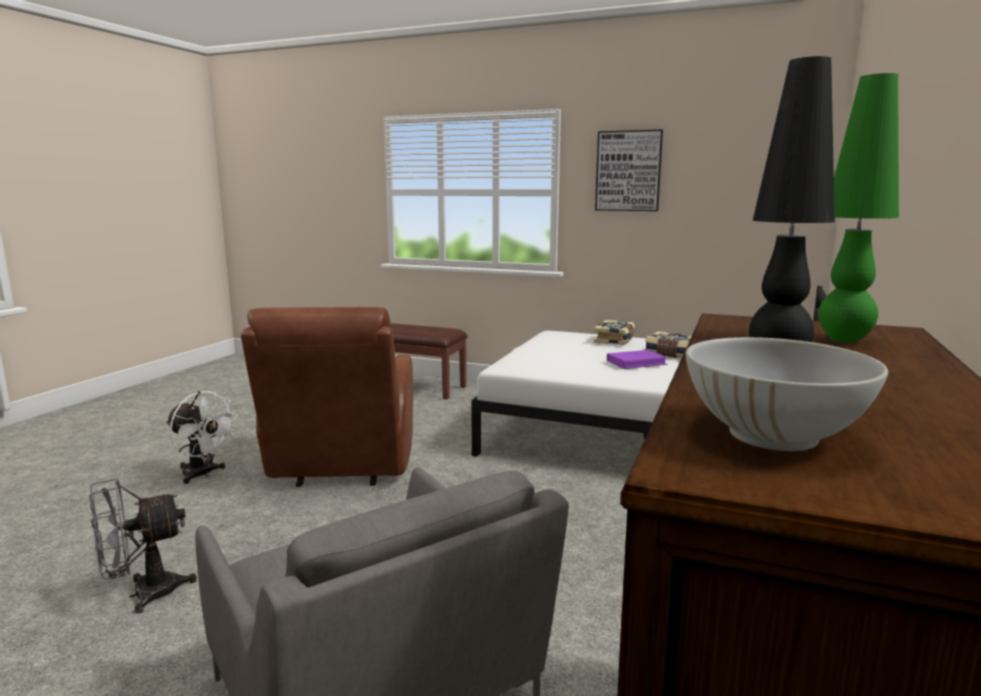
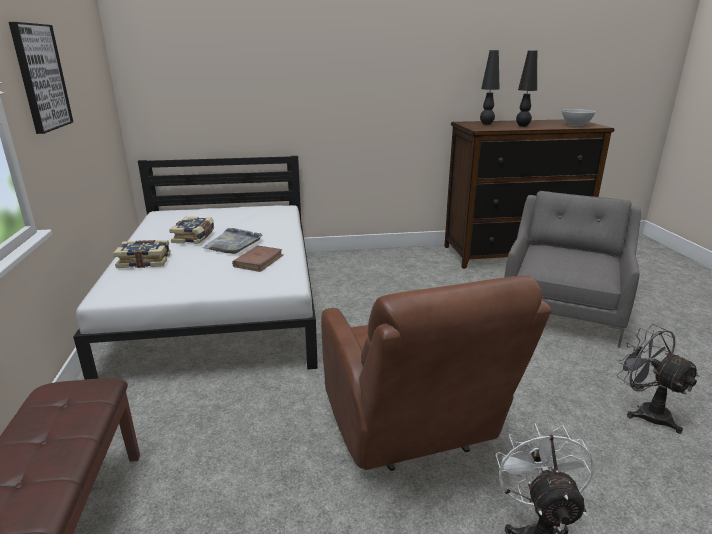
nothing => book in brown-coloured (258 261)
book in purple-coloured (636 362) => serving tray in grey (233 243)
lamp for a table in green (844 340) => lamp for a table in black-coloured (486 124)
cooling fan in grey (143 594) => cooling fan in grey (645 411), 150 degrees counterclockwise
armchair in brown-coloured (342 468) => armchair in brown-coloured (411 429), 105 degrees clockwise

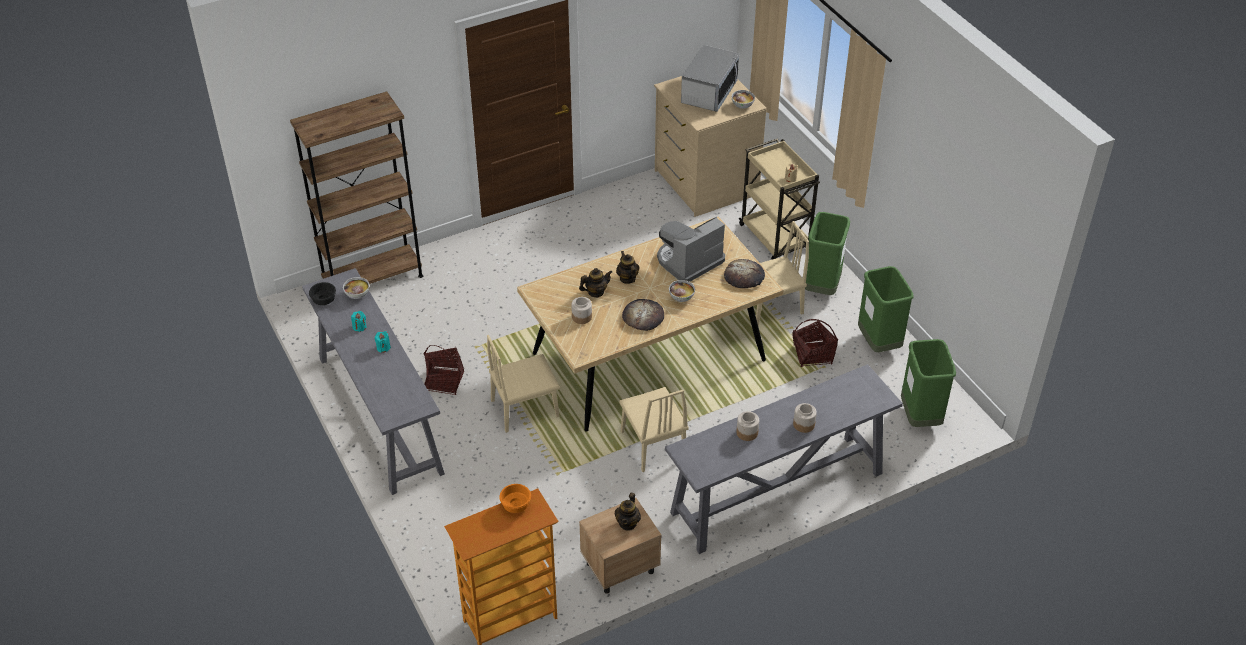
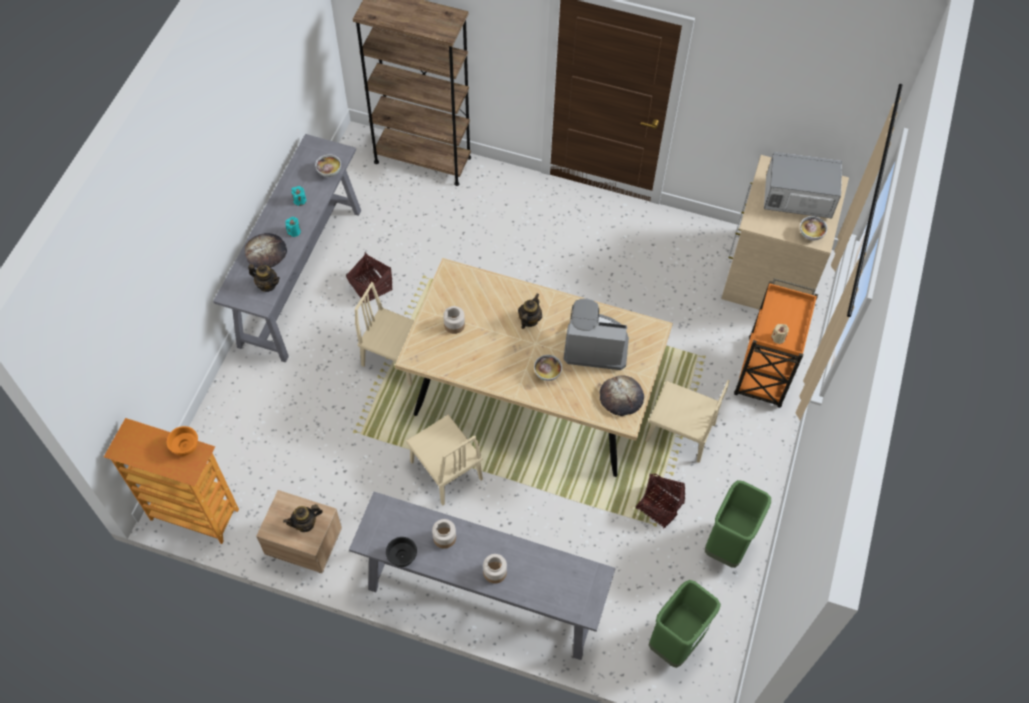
waste bin in green (822 287) => nothing
deep dish in black-coloured (324 300) => deep dish in black-coloured (402 557), shifted
tea pot (596 292) => tea pot (267 285), shifted
bakery bread (643 316) => bakery bread (266 252), shifted
cart in beige-coloured (775 238) => cart in orange (764 374)
upright chair in beige-coloured (653 444) => upright chair in beige-coloured (446 470), 60 degrees counterclockwise
kitchen microwave (708 93) => kitchen microwave (797 198), 150 degrees counterclockwise

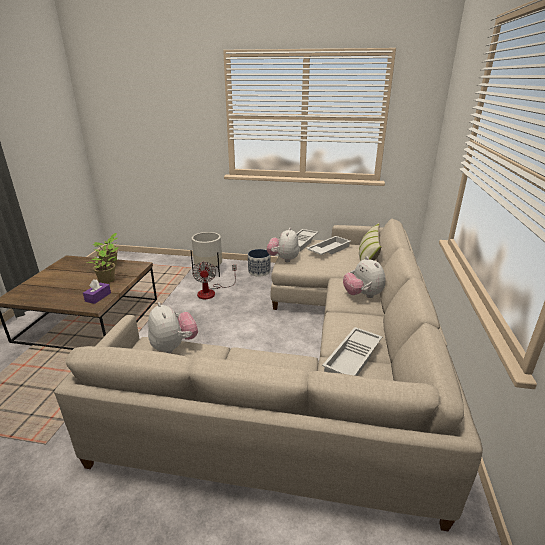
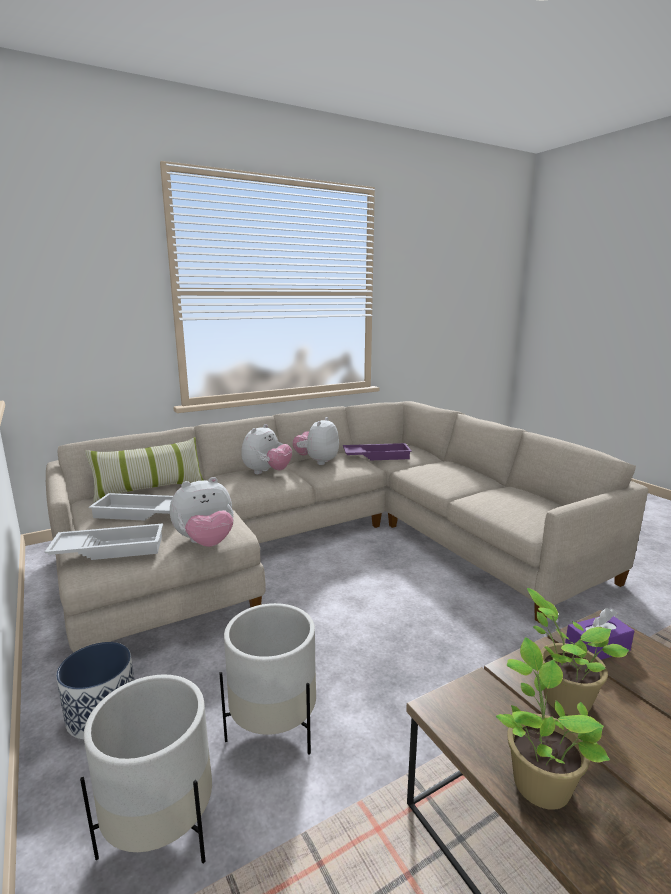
cuddly toy (174 346) => cuddly toy (317 461), shifted
cooling fan (211 292) => plant pot in white (274 727)
serving tray in white (353 359) => serving tray in purple-coloured (376 456)

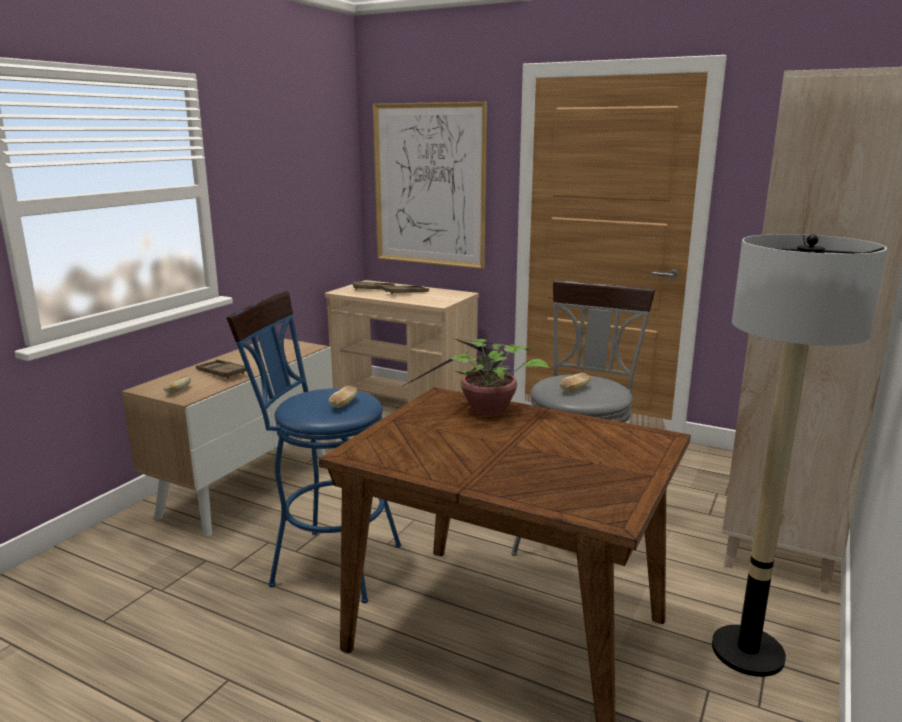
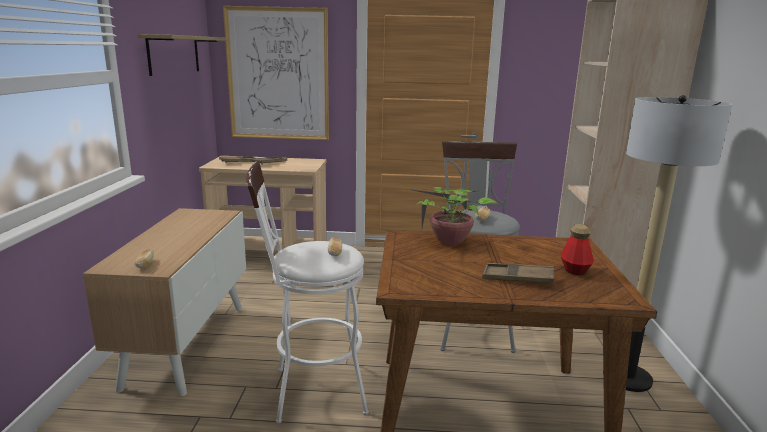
nothing => shelf (174 54)
nothing => bottle (575 270)
serving tray in brown-coloured (222 373) => serving tray in brown-coloured (517 278), shifted
stool in blue (326 563) => stool in white (310 391)

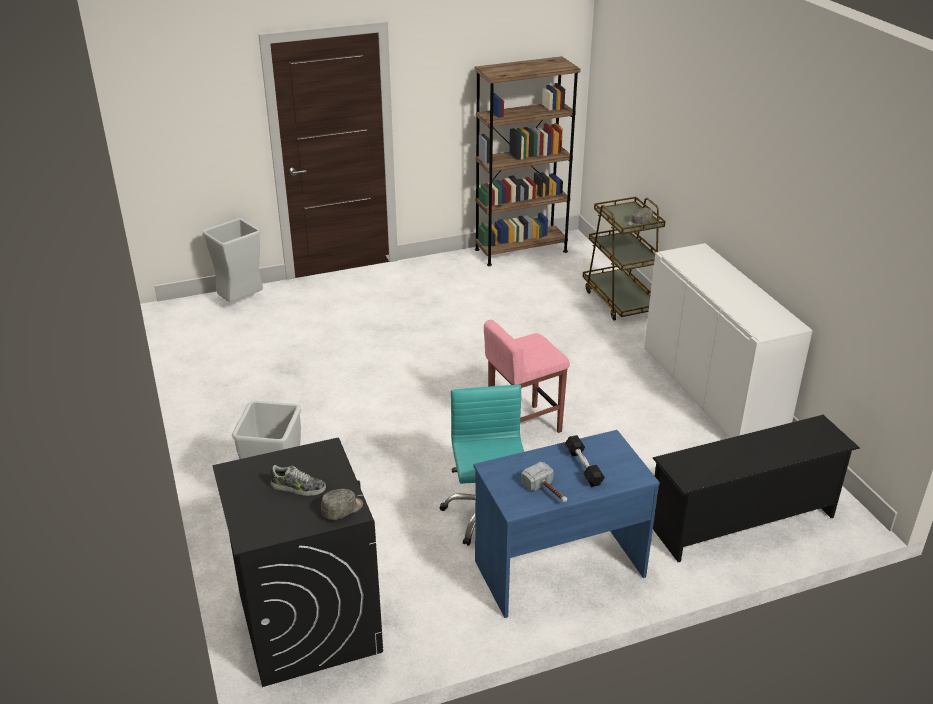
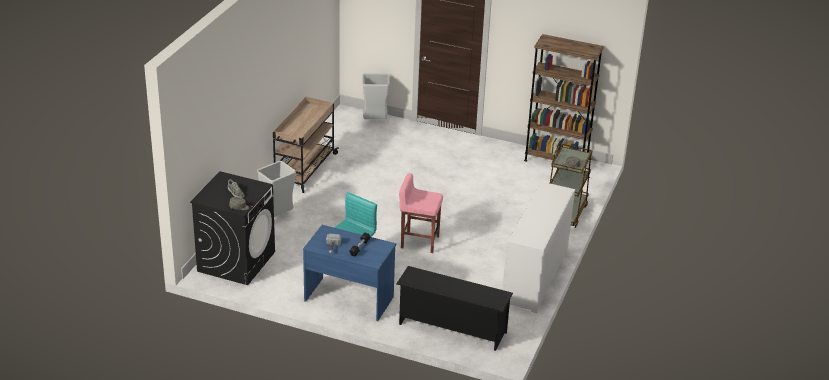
nothing => cart in beige-coloured (304 170)

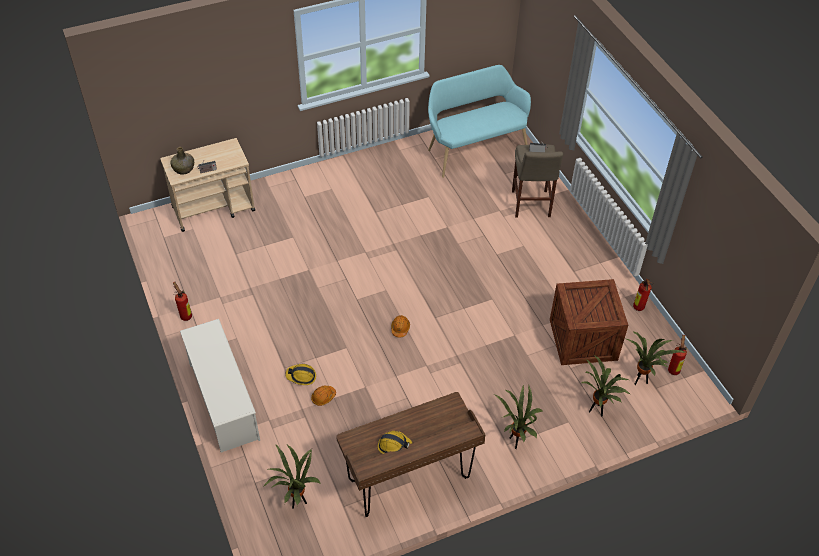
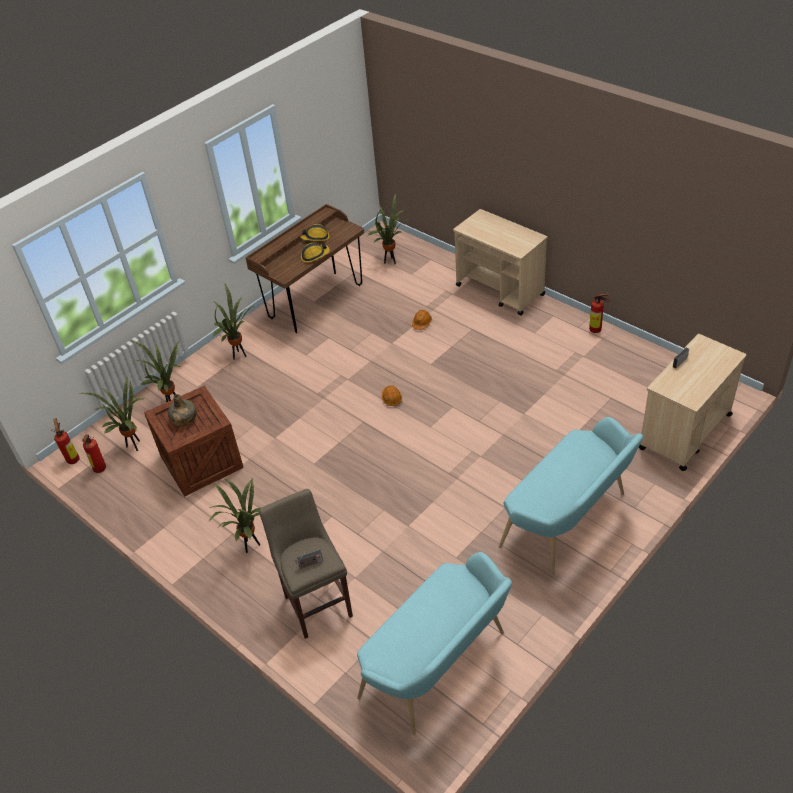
nothing => houseplant (250 546)
nothing => indoor bench in turquoise-coloured (569 522)
bottle in green (184 169) => bottle in green (184 419), shifted
safety helmet (301 376) => safety helmet (314 255), shifted
fire extinguisher (638 308) => fire extinguisher (73 458), shifted
shoe stand in white (223 401) => cart in beige-coloured (500 290)

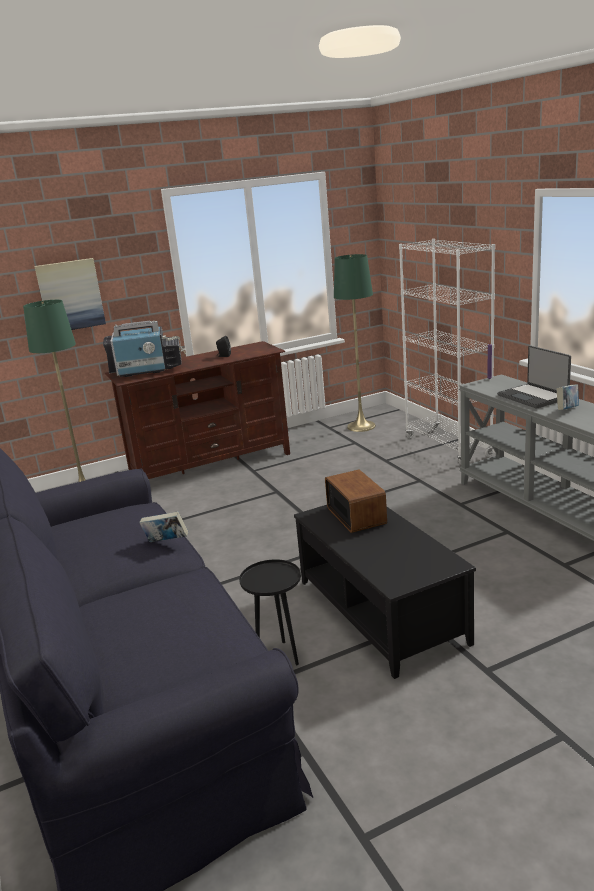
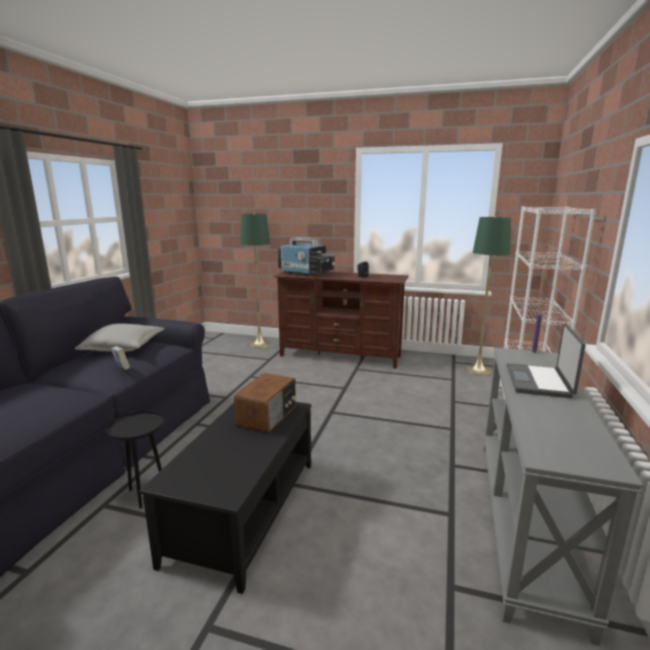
picture (70 295) => nothing
book (567 410) => nothing
nothing => throw pillow in grey (123 347)

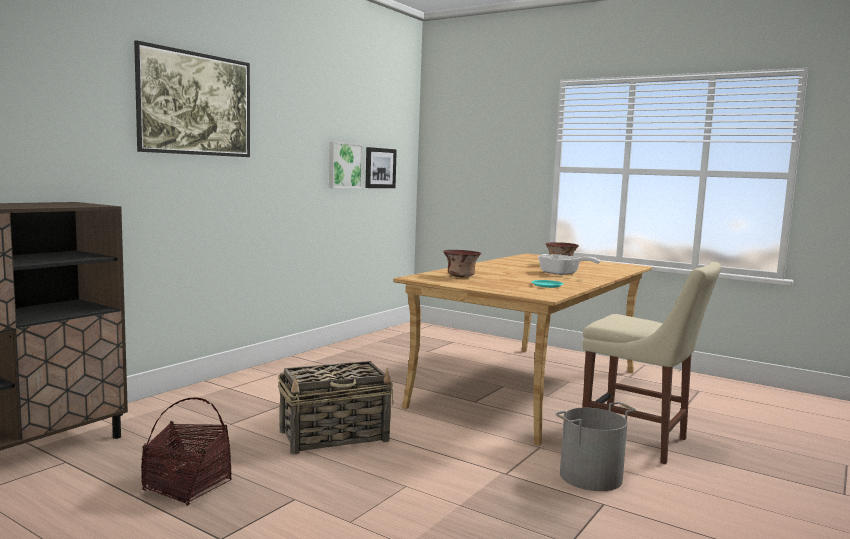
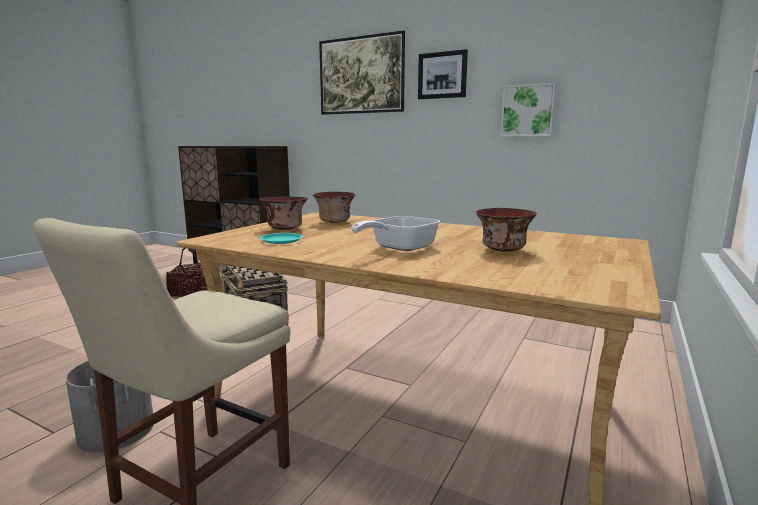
nothing => deep dish (284 229)
picture (380 168) => picture (442 75), shifted

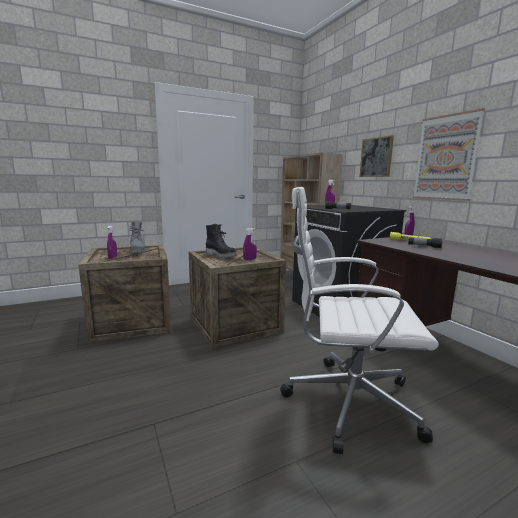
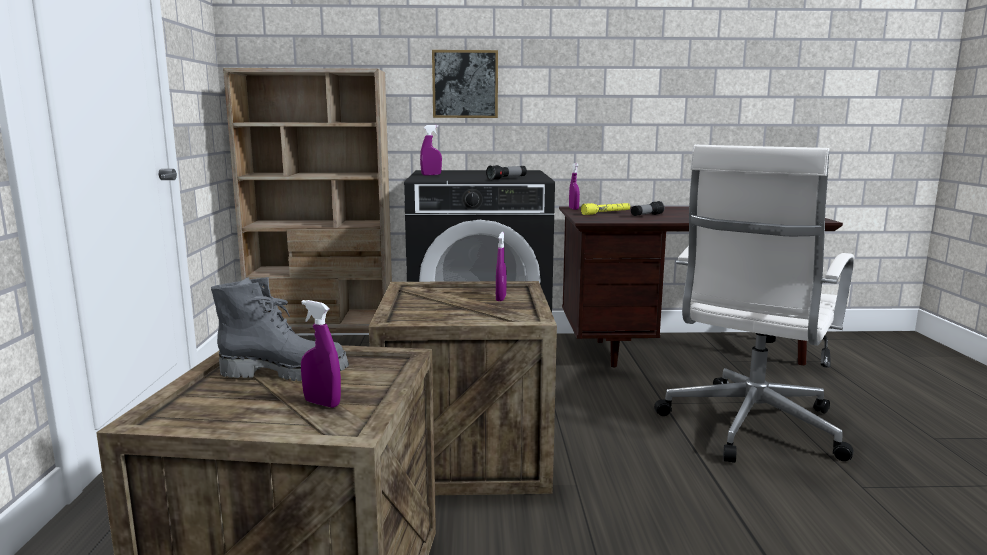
high-top boot in black-coloured (221 255) => nothing
picture (446 158) => nothing

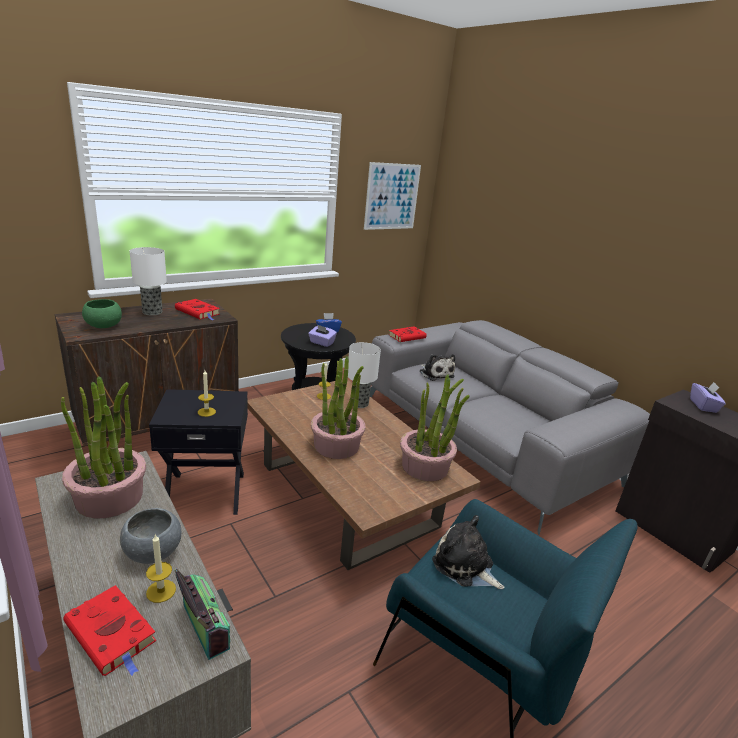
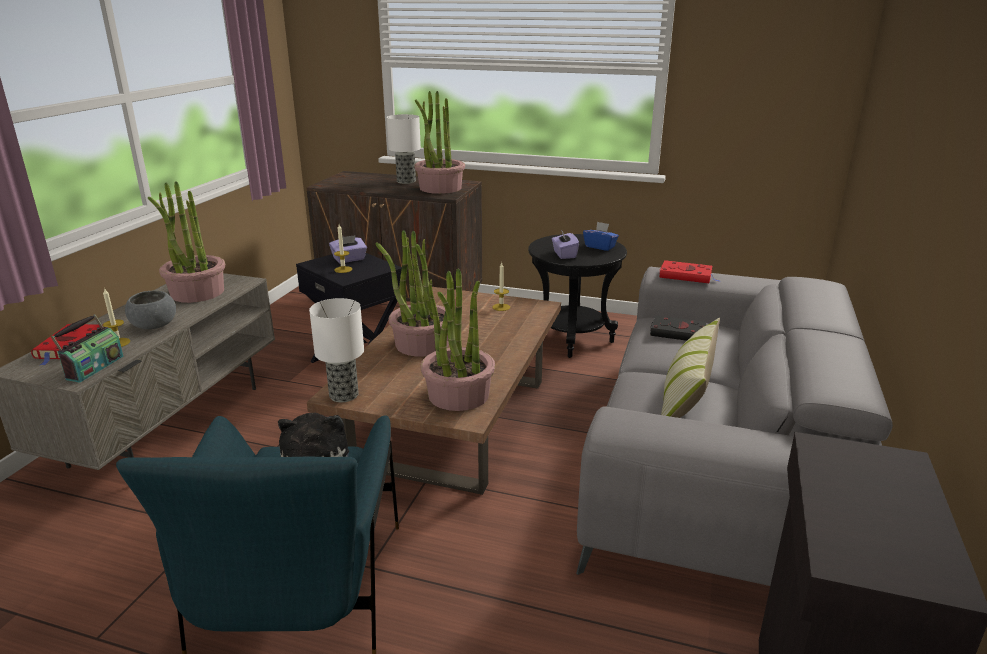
deep dish in green (103 326) => nothing
picture (392 196) => nothing
nothing => throw pillow (685 396)
lamp for a table (359 403) => lamp for a table (344 394), shifted
tissue box in purple-coloured (703 406) => tissue box in purple-coloured (349 259), shifted
book in reddish (198 312) => houseplant (440 188)
cuddly toy (435 373) => book in black-coloured (680 333)

